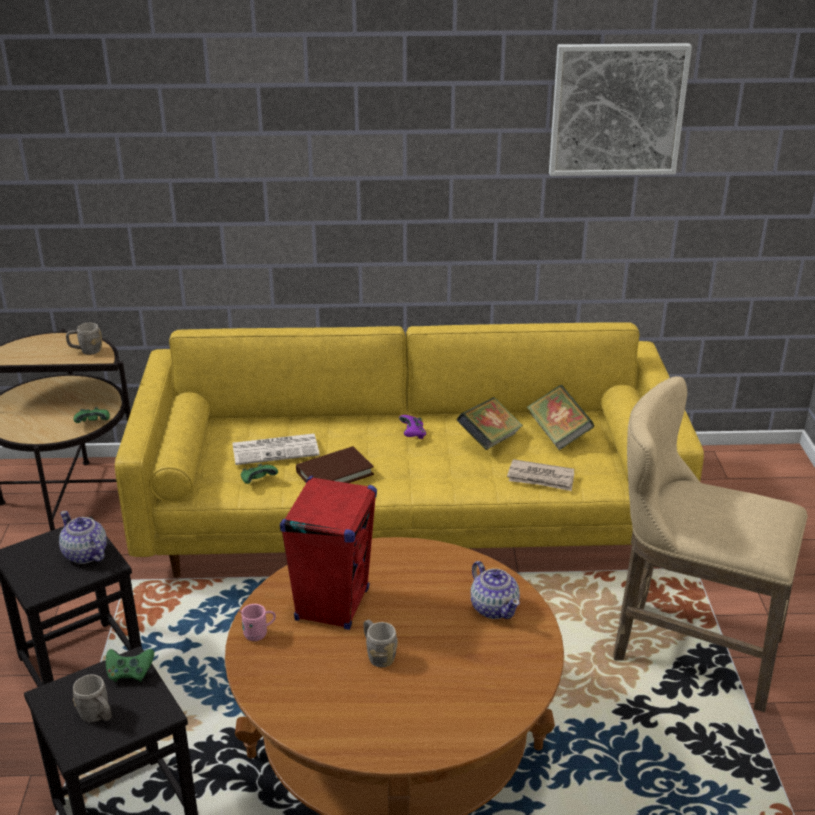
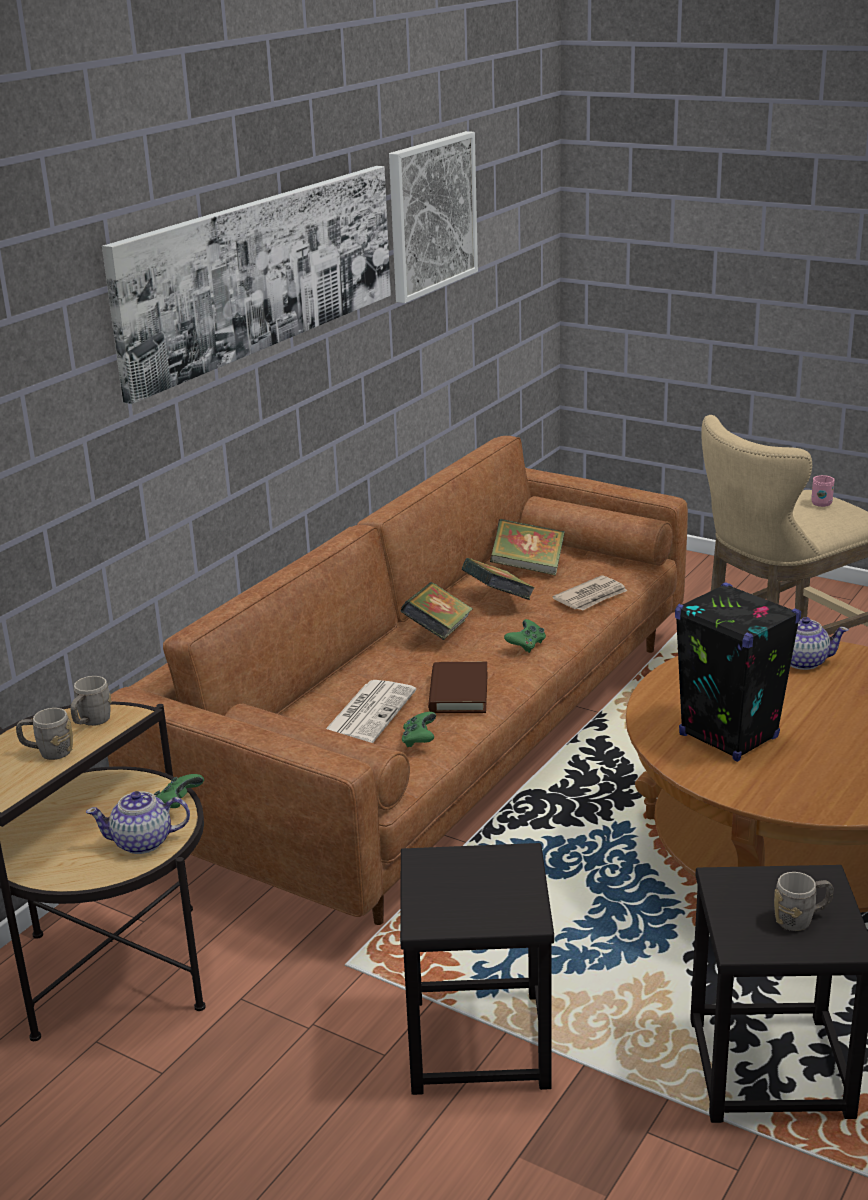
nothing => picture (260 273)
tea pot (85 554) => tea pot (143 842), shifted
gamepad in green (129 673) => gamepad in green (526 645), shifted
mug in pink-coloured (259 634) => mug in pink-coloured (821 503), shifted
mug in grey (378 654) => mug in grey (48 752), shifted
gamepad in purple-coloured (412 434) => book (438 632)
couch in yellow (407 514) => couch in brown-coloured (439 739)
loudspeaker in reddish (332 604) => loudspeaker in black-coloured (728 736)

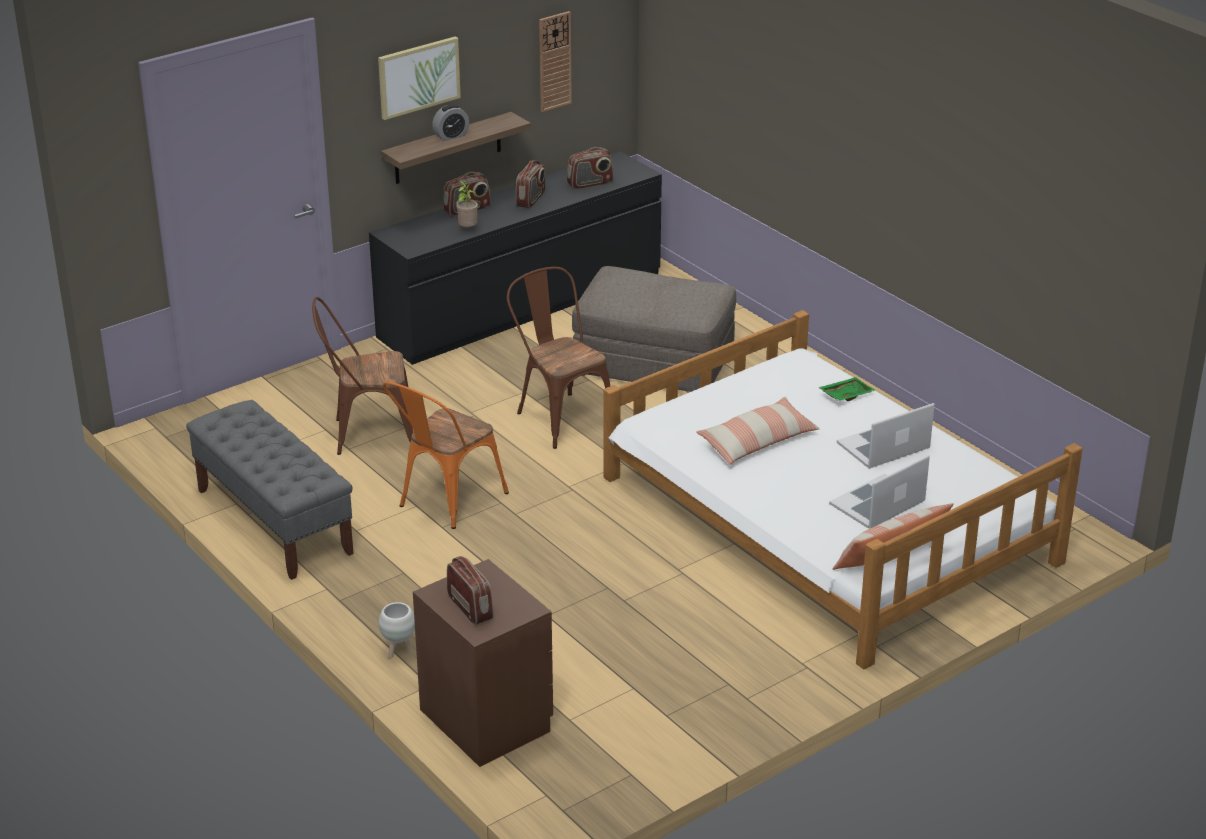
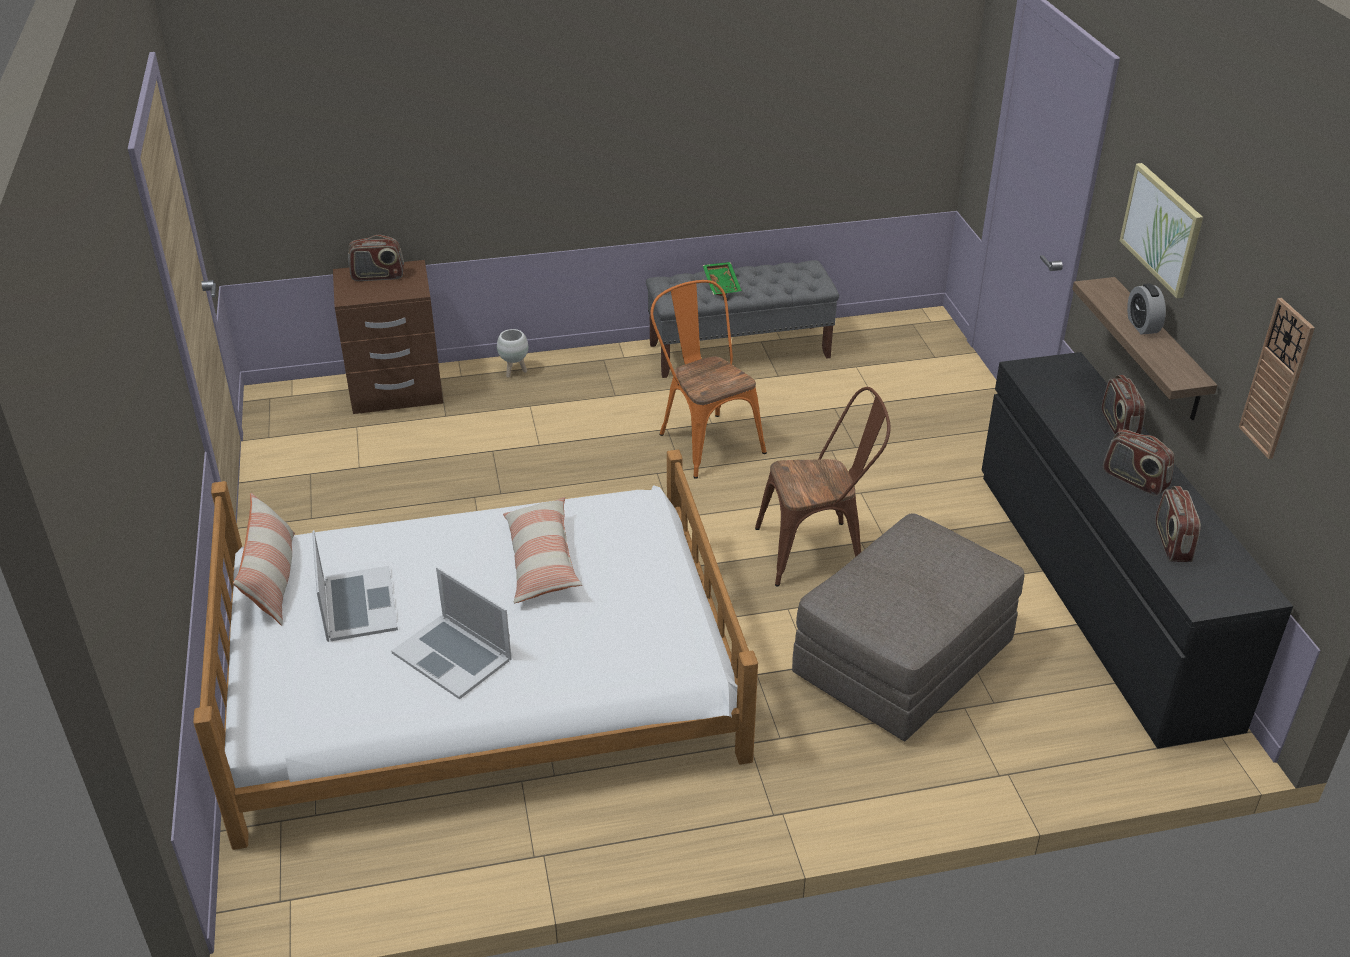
upright chair in brown-coloured (367 434) => nothing
houseplant (467 229) => nothing
serving tray in green (845 395) => serving tray in green (722 284), shifted
laptop (883 446) => laptop (452 655), 135 degrees clockwise

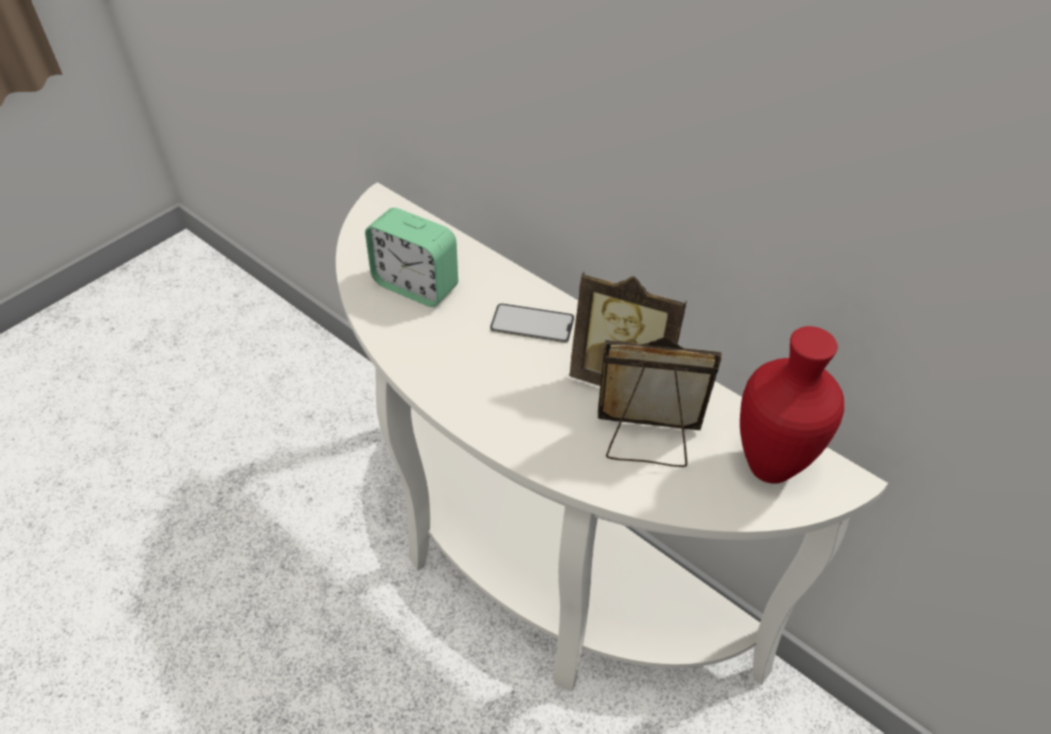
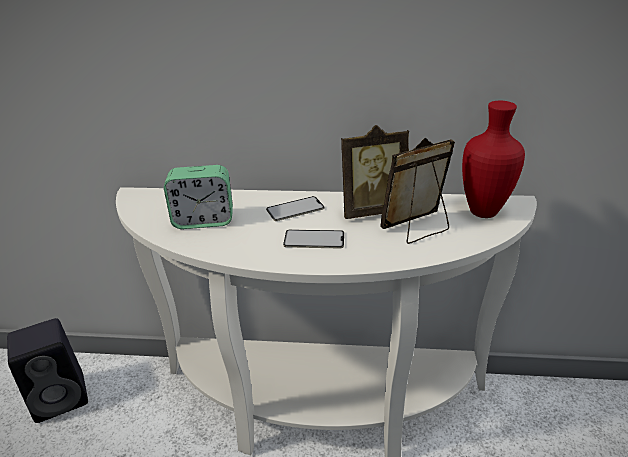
nothing => loudspeaker in black-coloured (62 397)
nothing => phone (314 239)

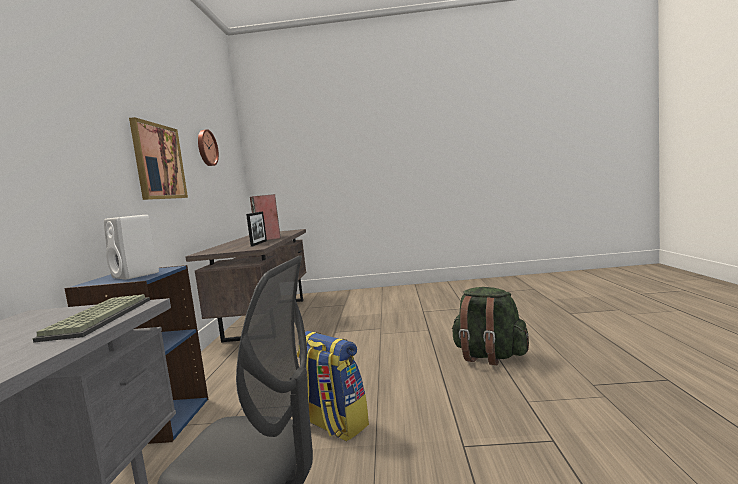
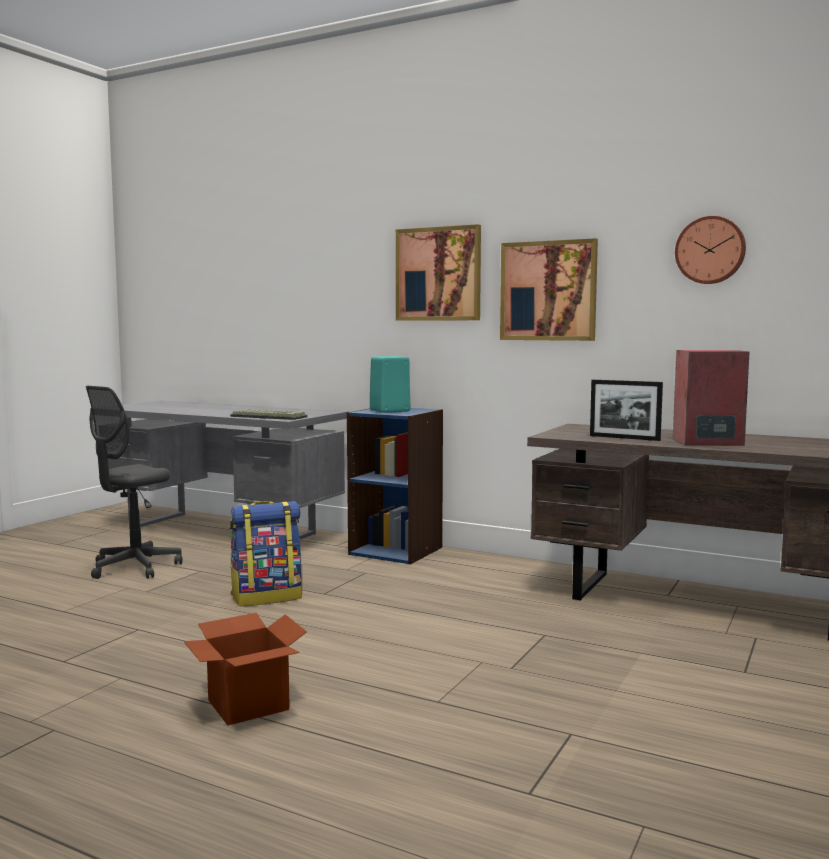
nothing => picture (438 274)
knapsack in green (489 356) => packing box (248 705)
loudspeaker in white (136 275) => loudspeaker in turquoise-coloured (388 411)

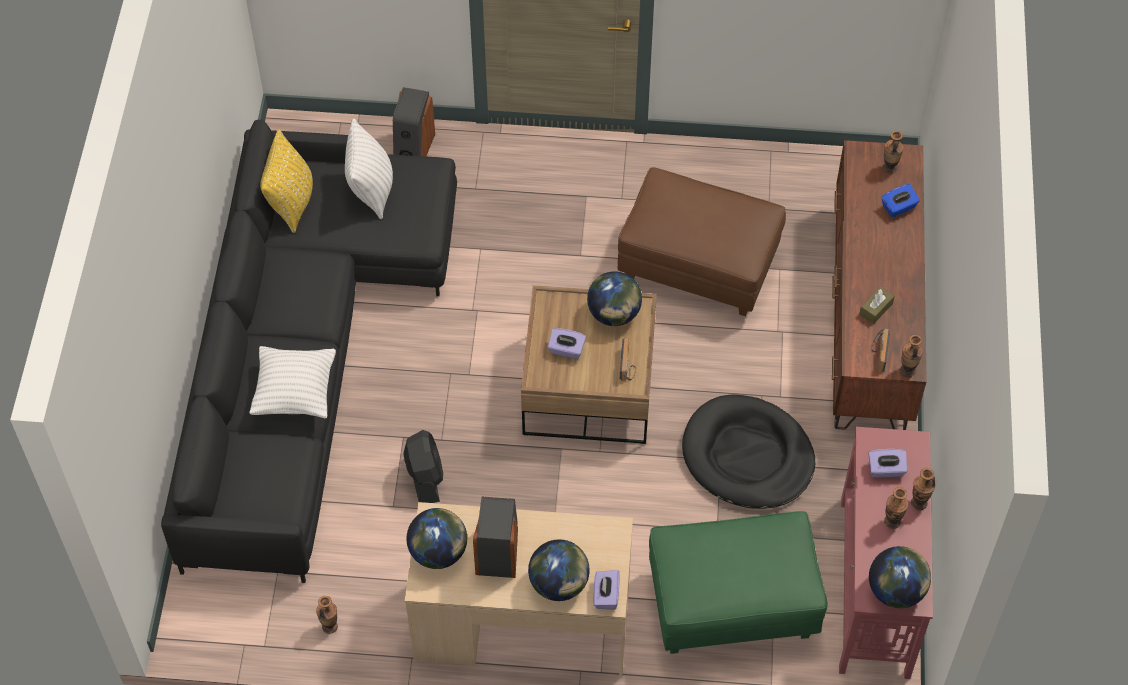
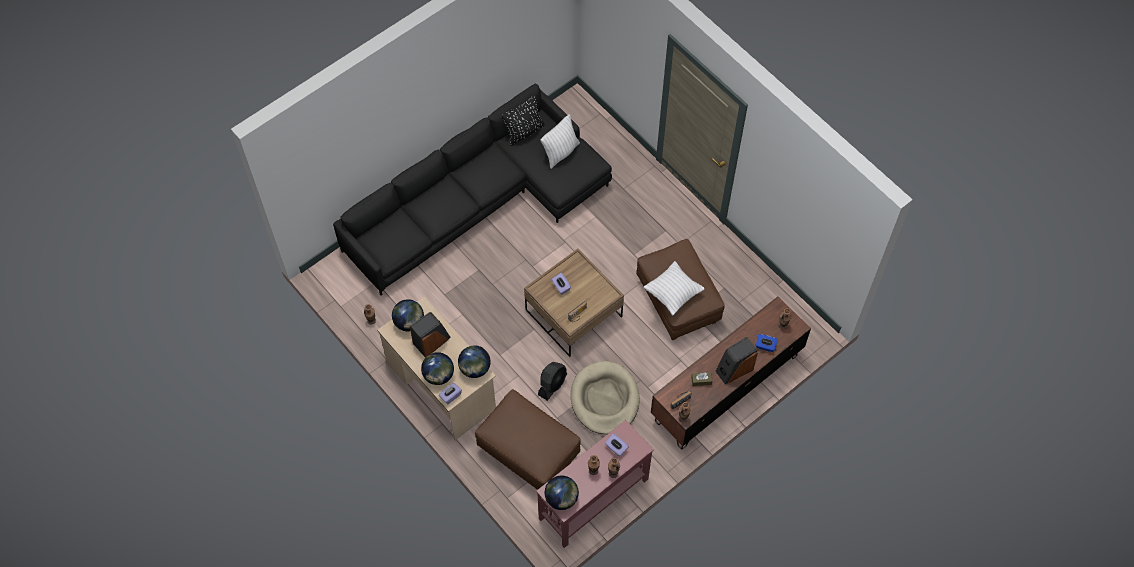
throw pillow in white (295 393) => throw pillow in white (673 293), shifted
loudspeaker (413 150) => loudspeaker (734 369), shifted
cooling fan in black-coloured (425 476) => cooling fan in black-coloured (552 384), shifted
desk globe (614 314) => desk globe (475 368), shifted
throw pillow in yellow (291 202) => throw pillow in black-coloured (524 132)
ottoman in green (732 605) => ottoman in brown-coloured (528 453)
dog bed in black-coloured (747 456) => dog bed in beige-coloured (605 399)

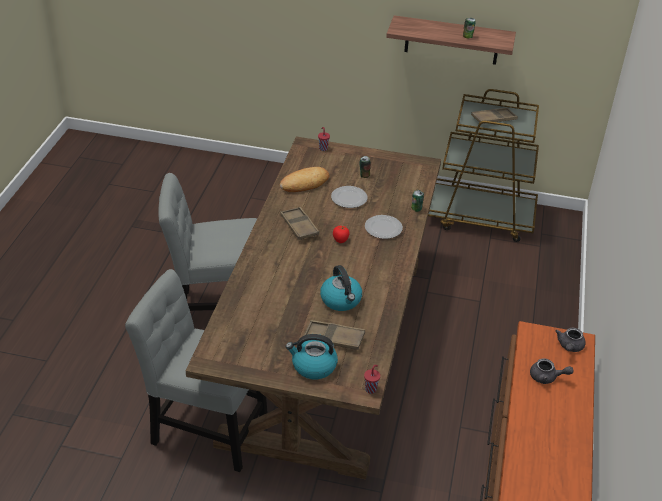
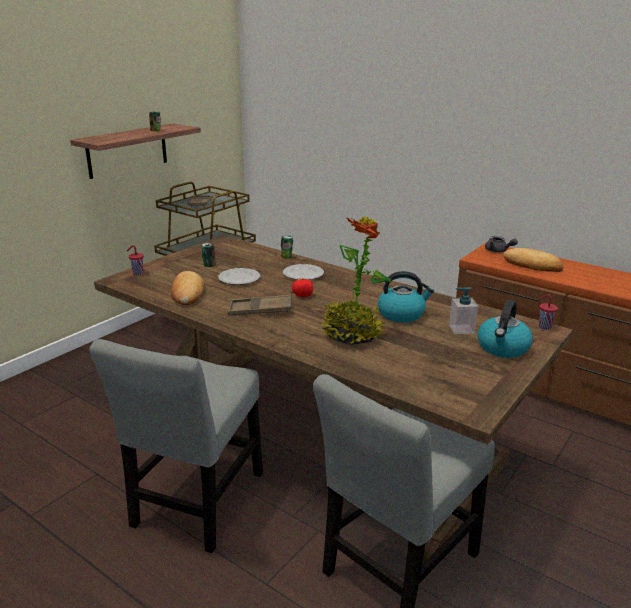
nothing => houseplant (352 335)
serving tray in brown-coloured (334 338) => liquid soap bottle (461 329)
tea pot in grey (547 377) => bakery bread (532 265)

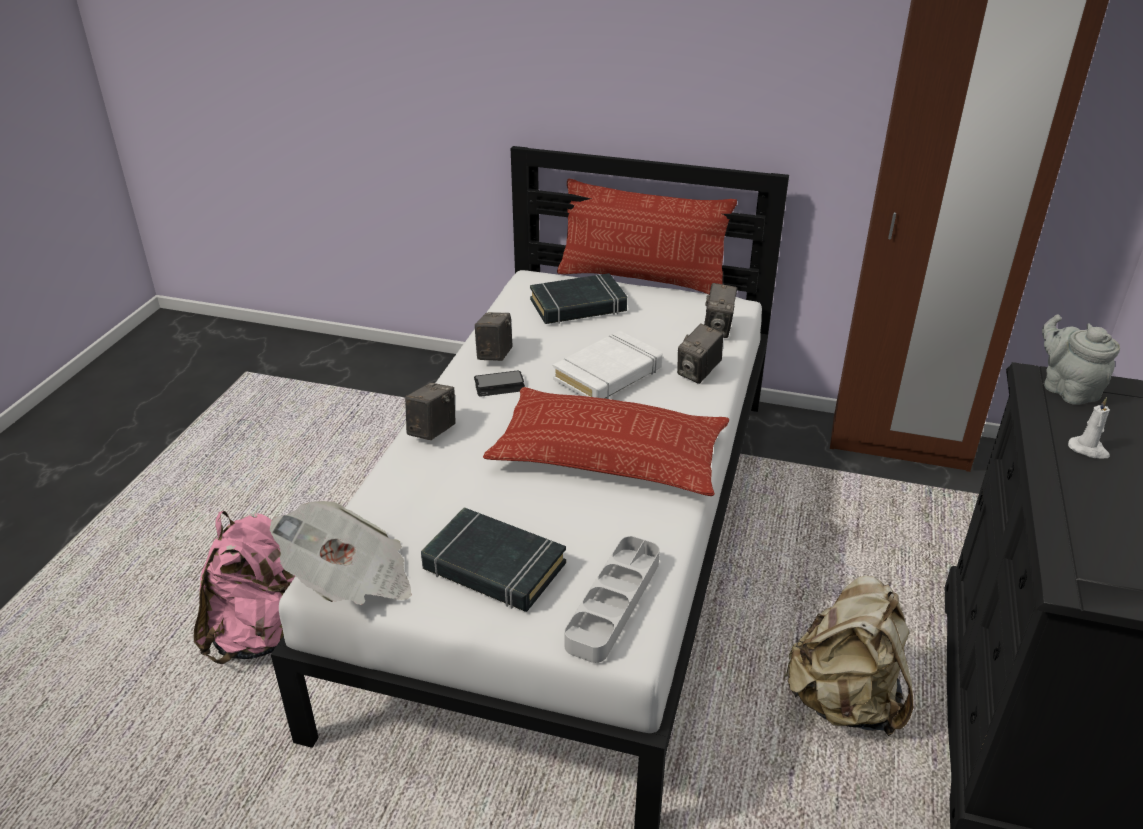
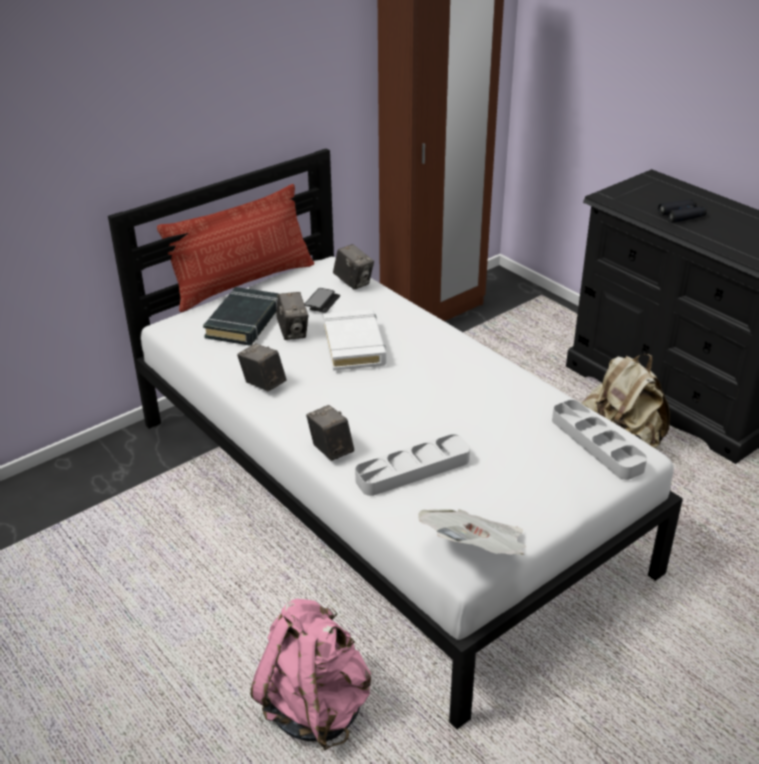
book in black-coloured (493 567) => nothing
throw pillow (609 454) => nothing
tea pot in grey (1067 389) => nothing
nothing => serving tray in grey (413 470)
phone (499 385) => phone (322 301), shifted
photo camera (698 373) => photo camera (293 332), shifted
wax light in white (1088 450) => binoculars in black-coloured (681 215)

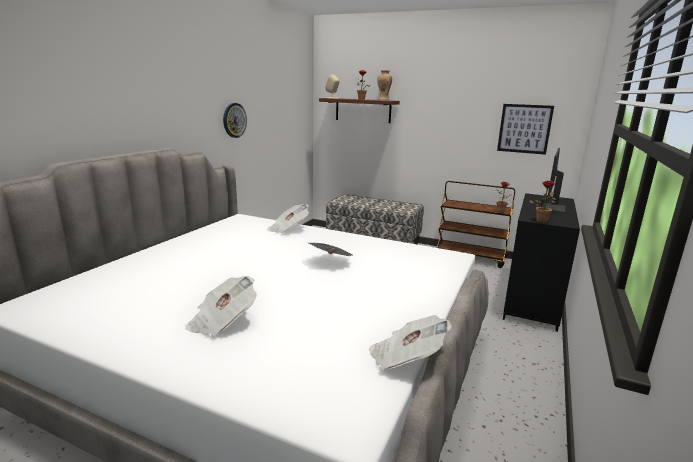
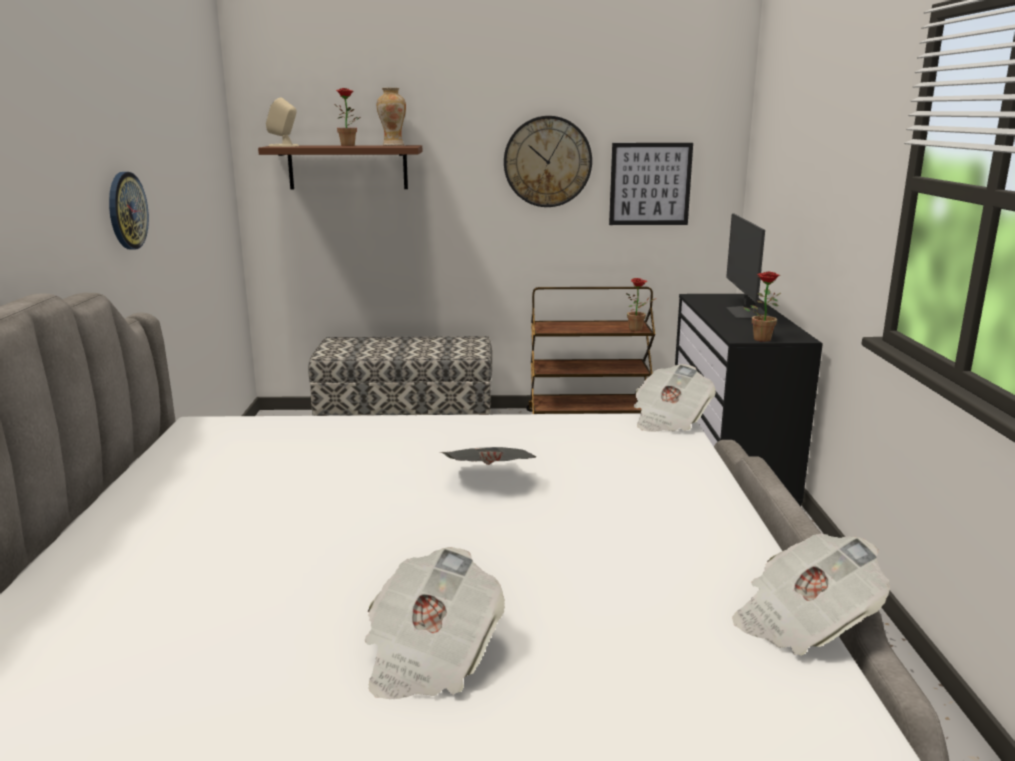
nothing => hanging clock (547 162)
newspaper (288 229) => newspaper (669 420), shifted

